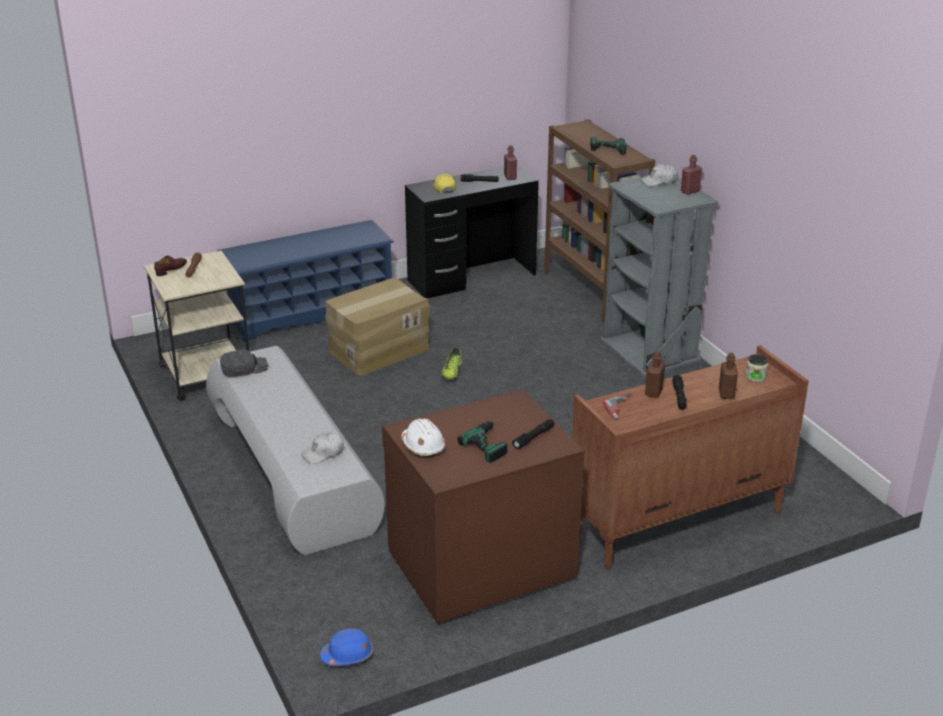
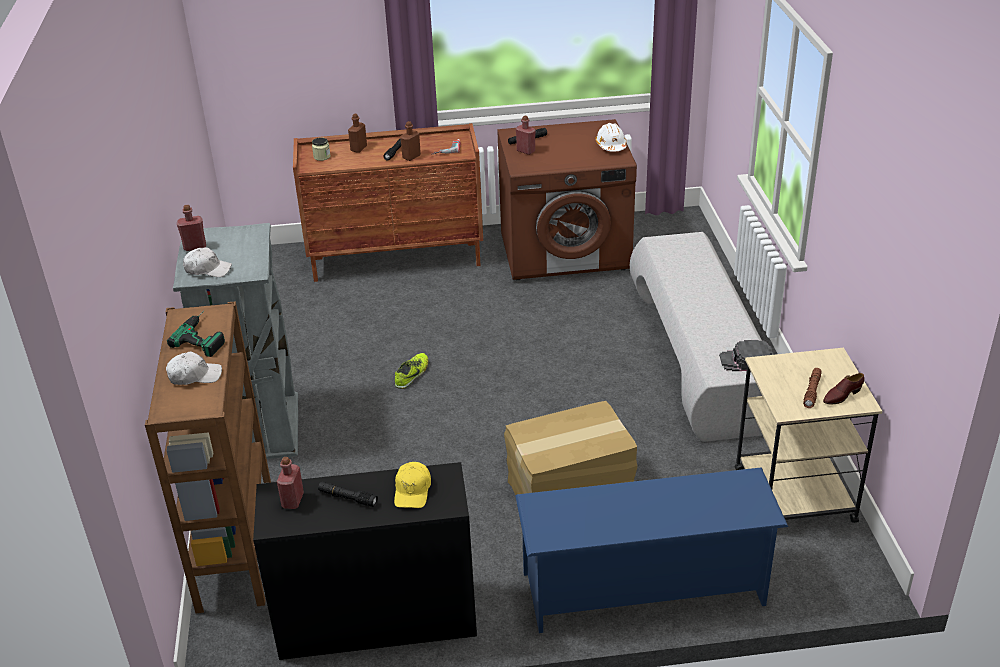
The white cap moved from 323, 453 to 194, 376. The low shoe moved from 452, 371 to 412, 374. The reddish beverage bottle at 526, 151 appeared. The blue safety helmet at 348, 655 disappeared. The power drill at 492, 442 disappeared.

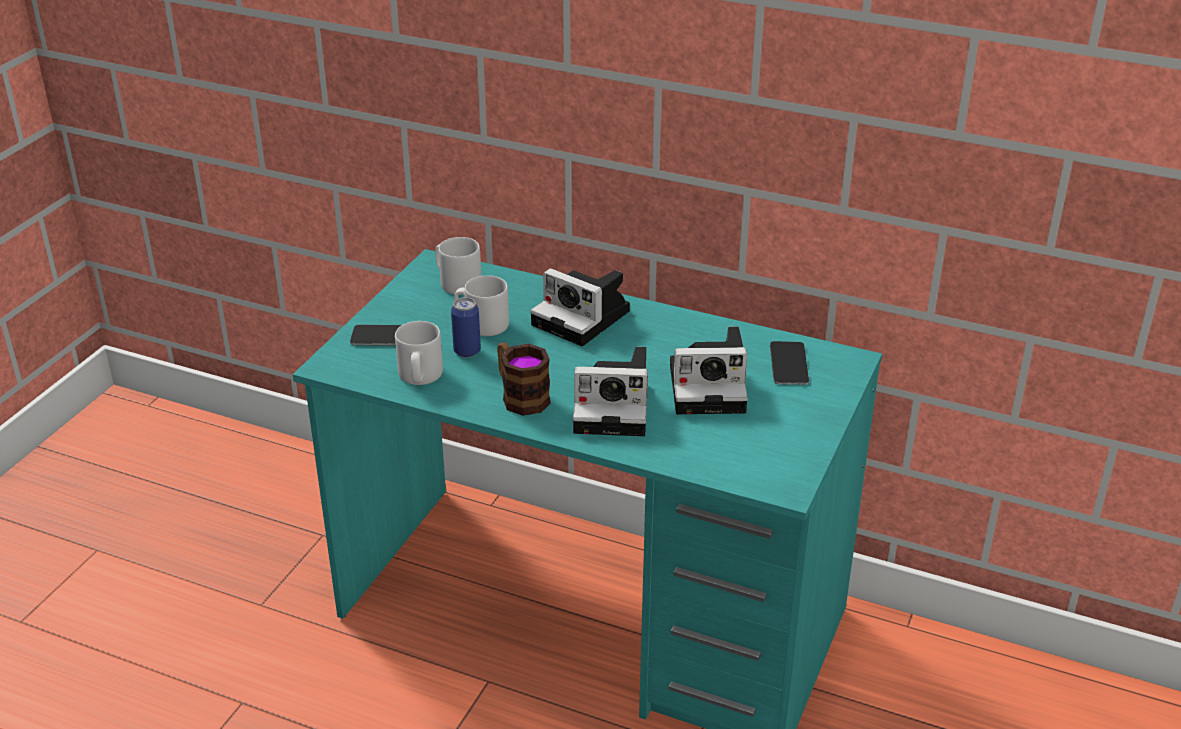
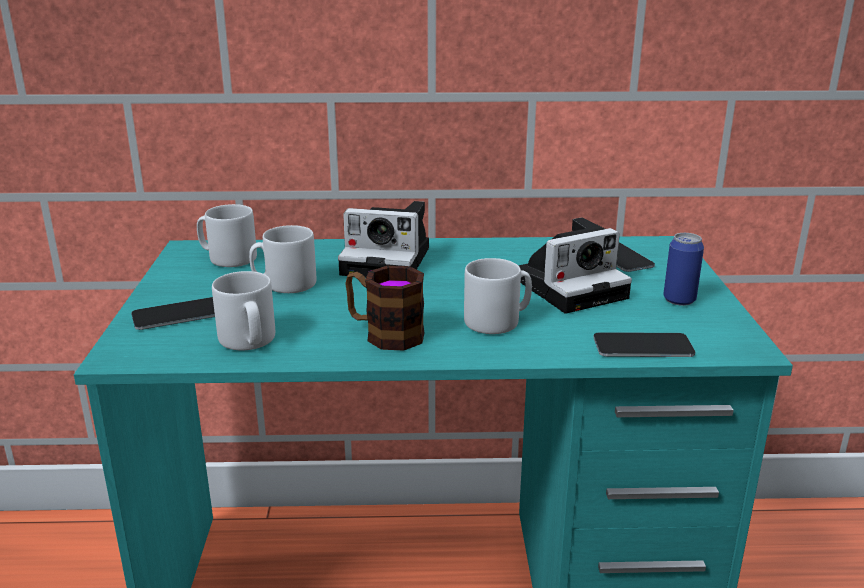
The still camera at 615, 407 was replaced by the gray mug at 498, 321. The telephone at 643, 346 appeared. The metal can moved from 467, 351 to 679, 300.

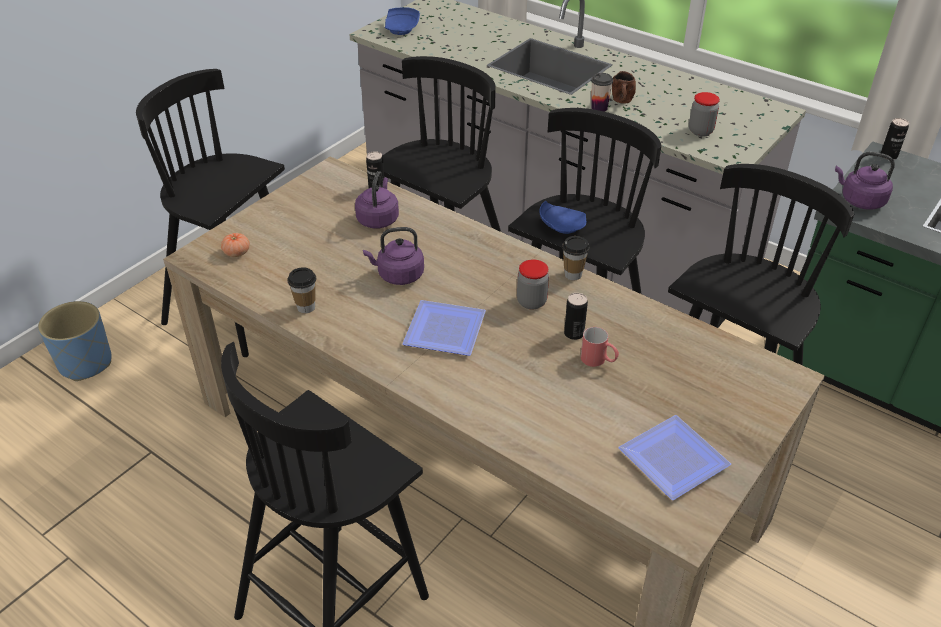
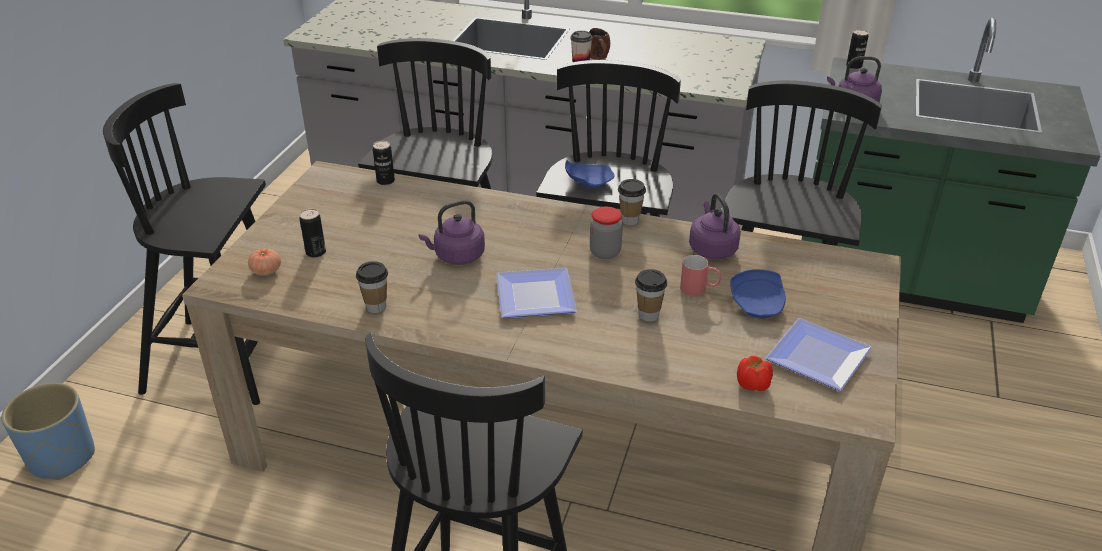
The metal can moved from 574, 333 to 316, 252. The drinking cup at 648, 315 appeared. The purplish tea kettle moved from 378, 219 to 712, 248. The blue flat dish moved from 402, 29 to 758, 304. The whole tomato at 753, 385 appeared. The jar at 700, 131 disappeared.

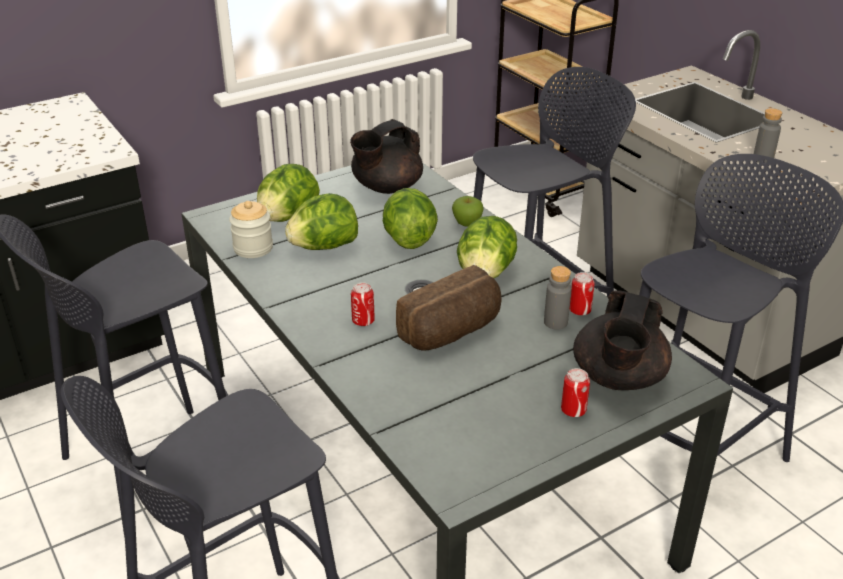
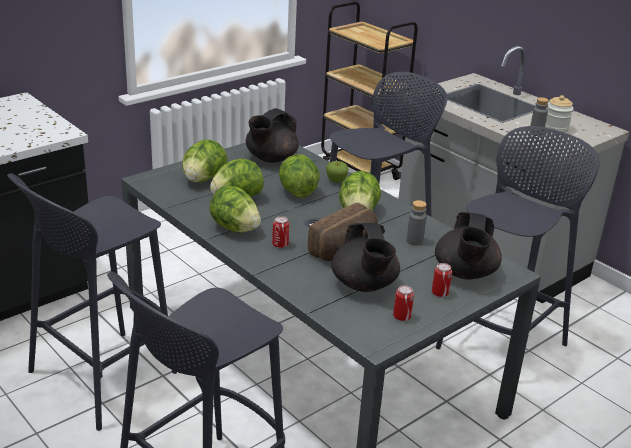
The head of lettuce at 235, 228 appeared. The black tea pot at 364, 285 appeared. The metal can moved from 580, 310 to 401, 316. The jar moved from 253, 248 to 555, 128.

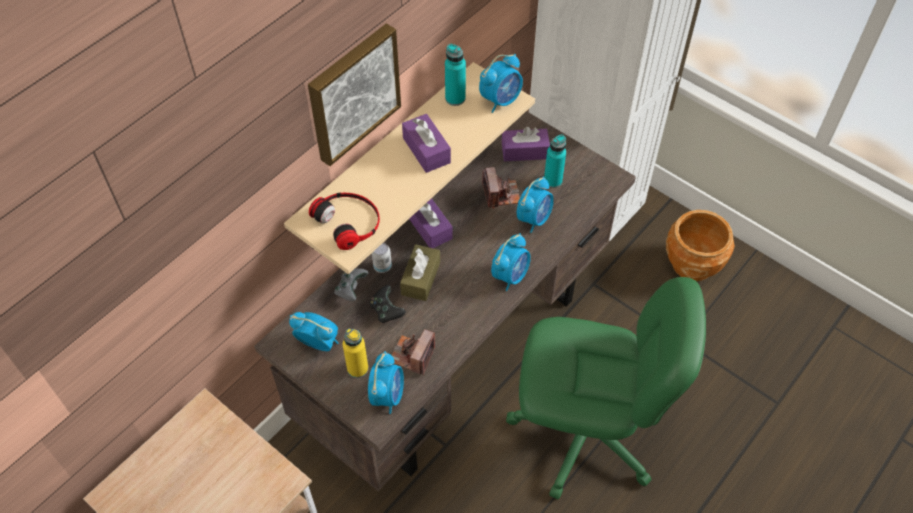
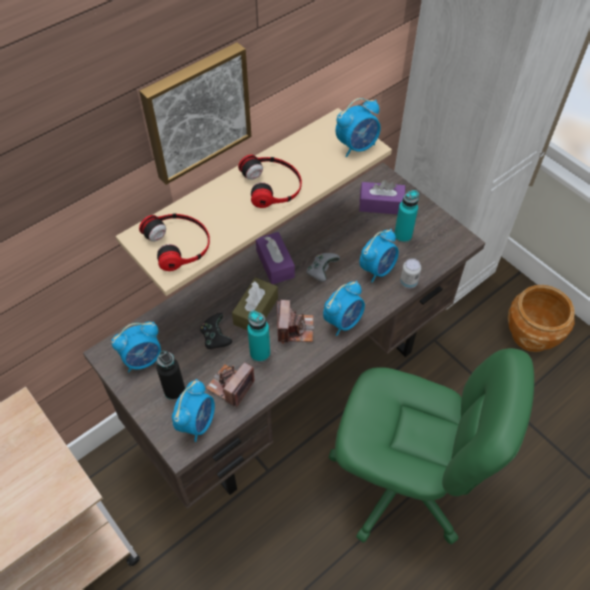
The alarm clock at 318, 343 turned 120 degrees clockwise. The yellowish beverage bottle at 357, 368 became the black beverage bottle at 174, 390. The purplish tissue box at 426, 150 was replaced by the headset at 272, 185. The turquoise beverage bottle moved from 455, 98 to 260, 353. The still camera moved from 501, 194 to 294, 328. The gray game controller moved from 351, 289 to 321, 271. The metal can moved from 382, 266 to 408, 282.

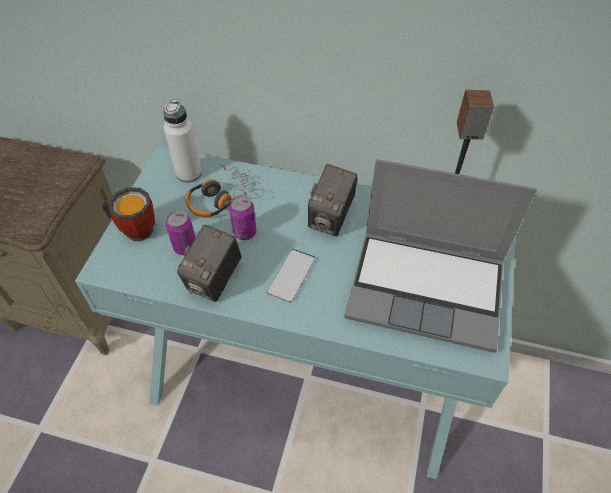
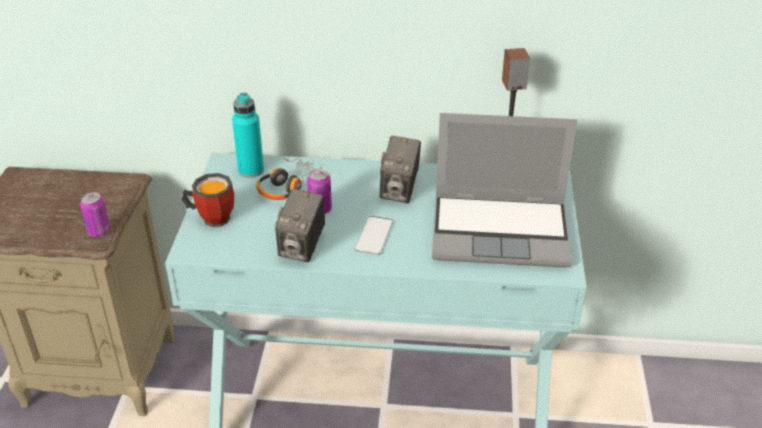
The metal can moved from 185, 247 to 99, 231. The white beverage bottle at 189, 173 became the turquoise beverage bottle at 251, 170.

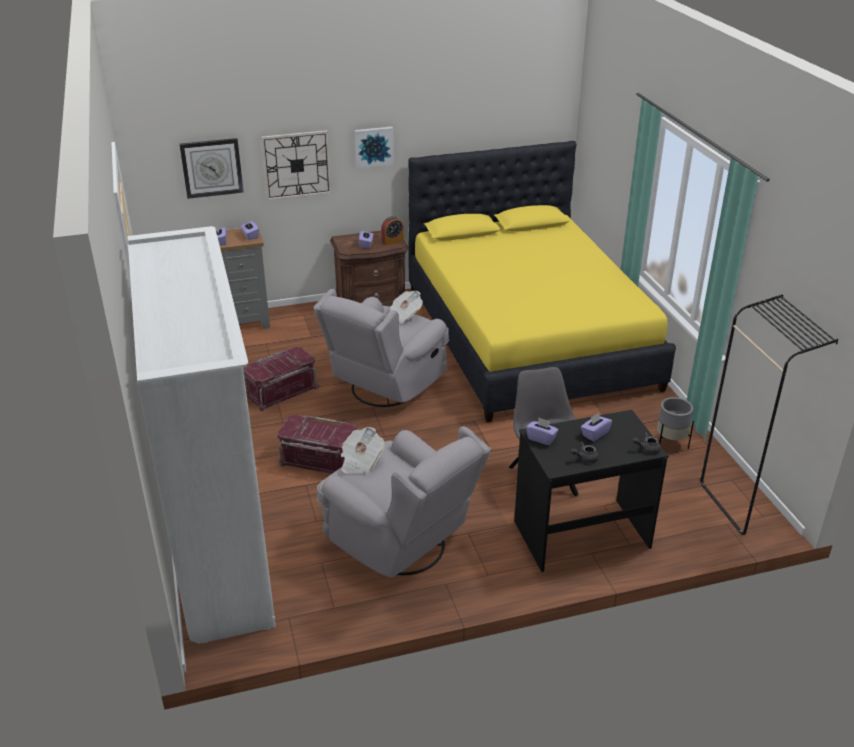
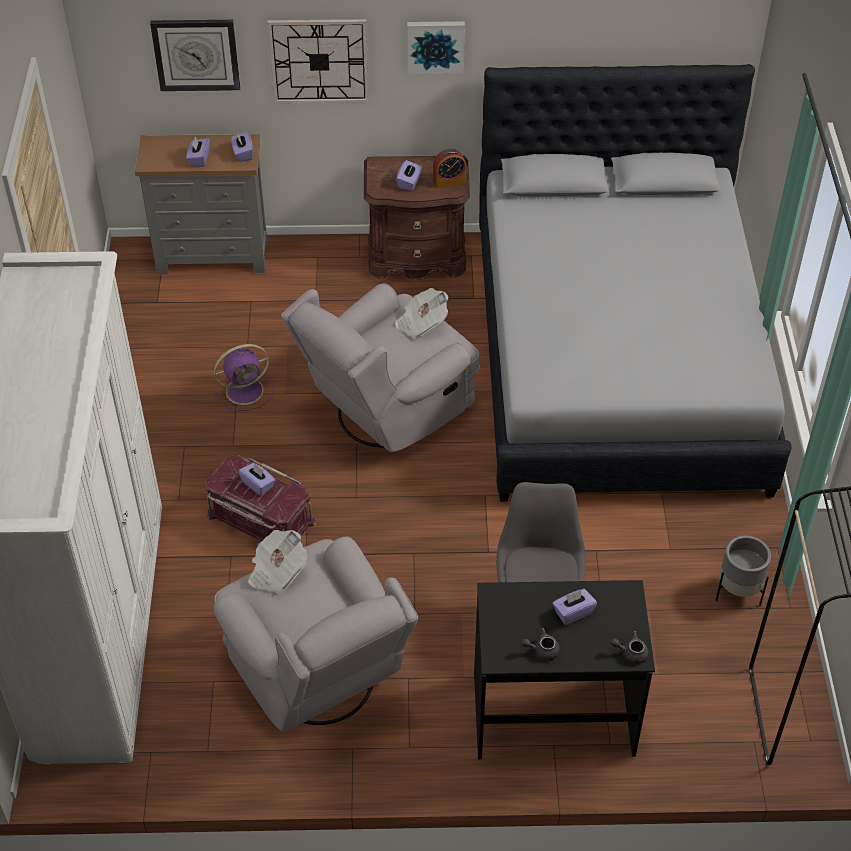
The reddish storage container at 281, 390 was replaced by the purplish cooling fan at 246, 390. The purplish tissue box moved from 541, 438 to 258, 485. The yellowish bedroom bed at 528, 336 became the gray bedroom bed at 617, 357.

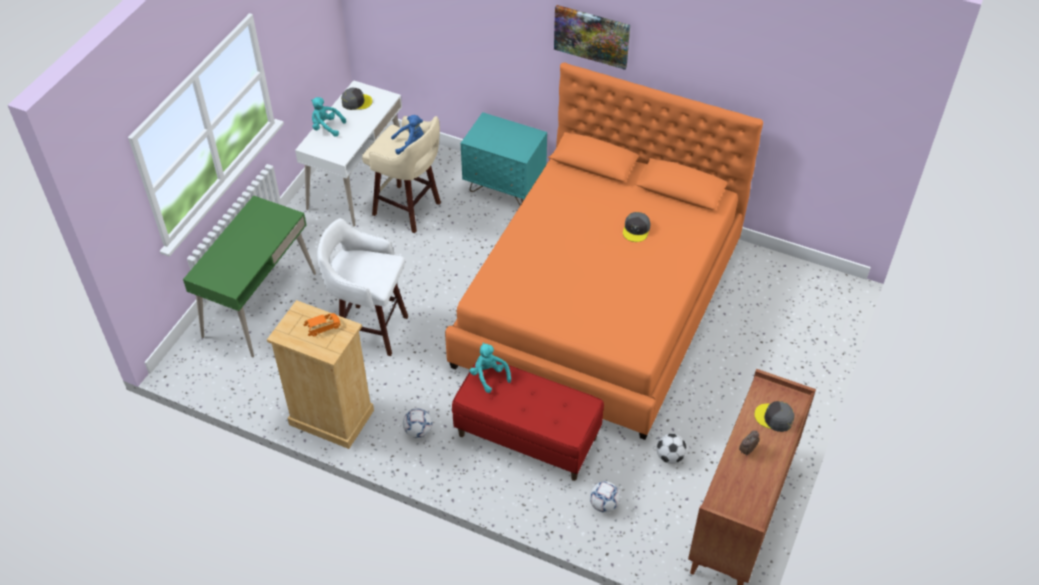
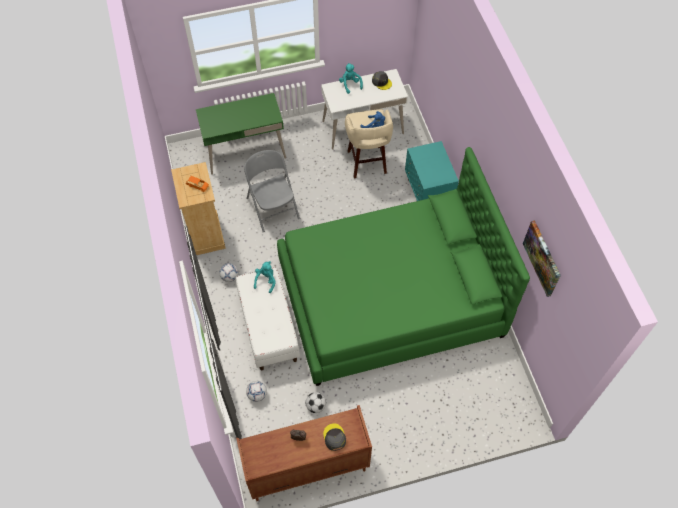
The reddish long seat at 528, 436 became the white long seat at 269, 328. The white stool at 370, 329 was replaced by the gray upright chair at 273, 208. The orange-coloured bedroom bed at 599, 303 became the green-coloured bedroom bed at 390, 298. The wall picture moved from 592, 36 to 542, 258. The gray cap at 636, 229 disappeared.

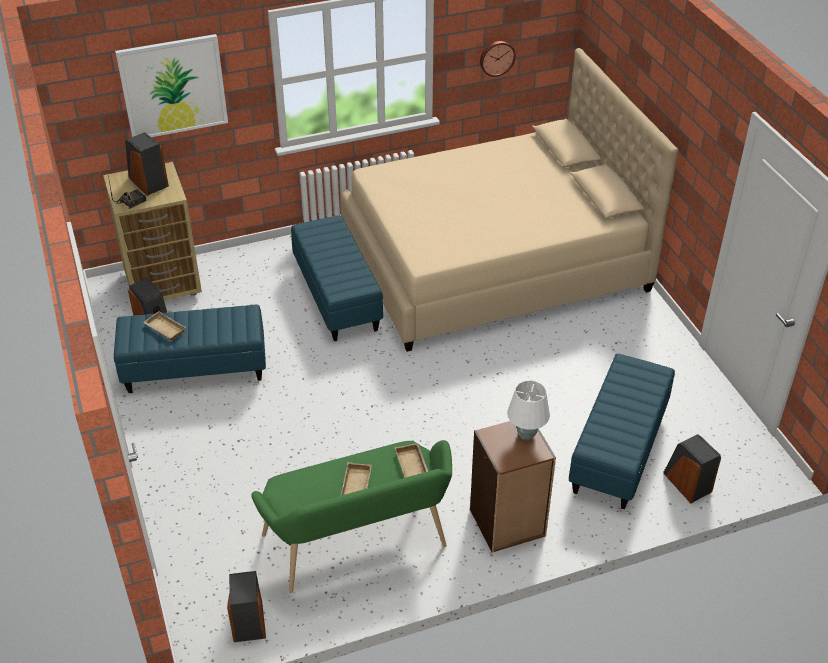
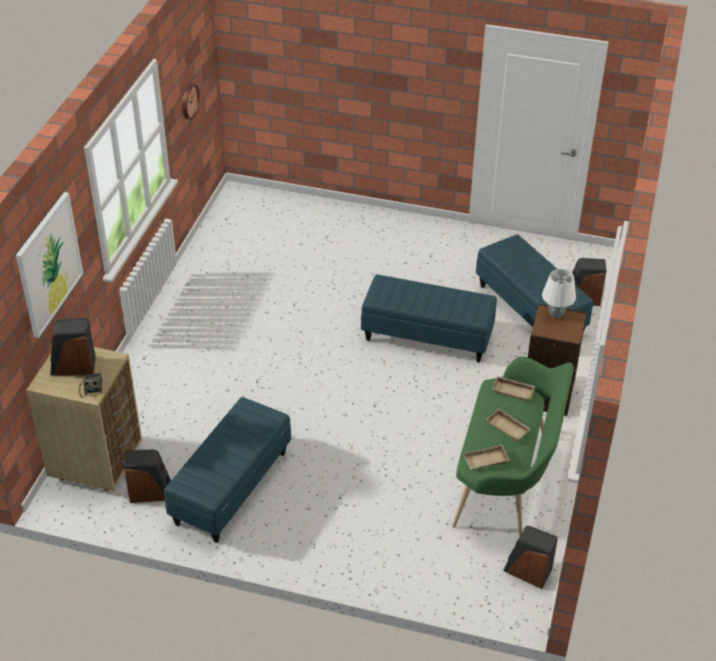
The blue ottoman moved from 338, 298 to 427, 337. The beige-coloured tray moved from 164, 329 to 485, 461. The beige-coloured bedroom bed at 494, 262 disappeared.

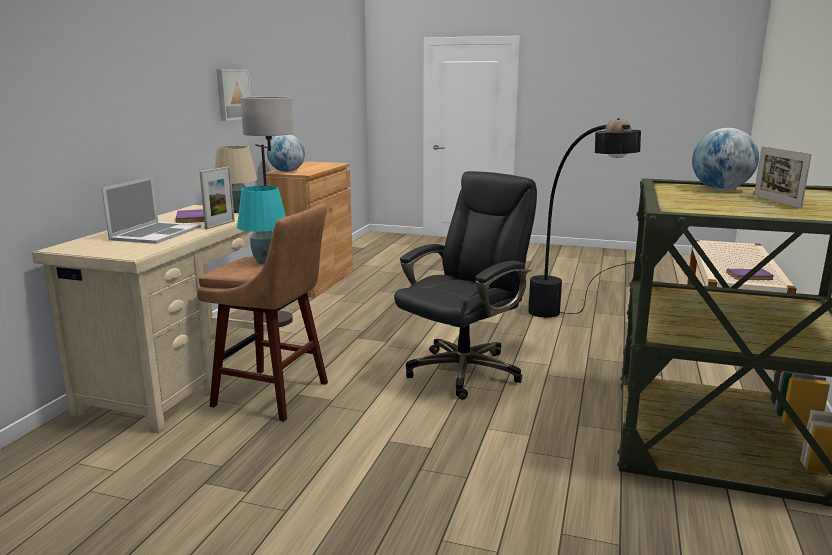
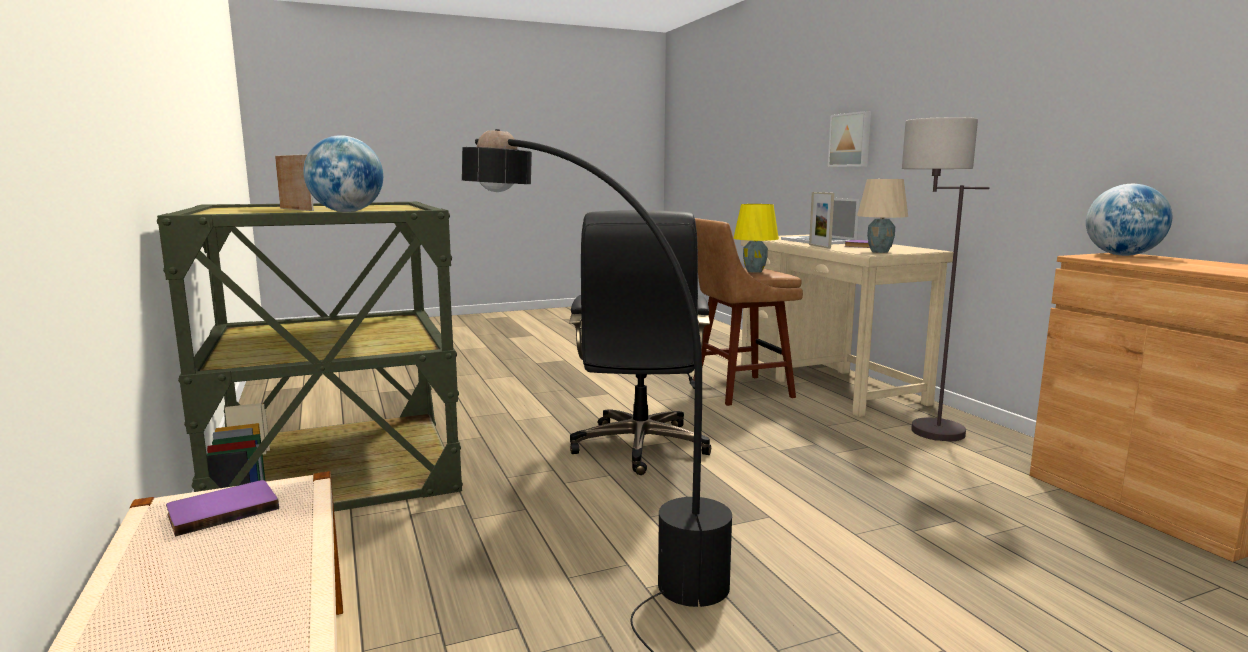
The turquoise table lamp at 264, 261 became the yellowish table lamp at 755, 271. The wall picture moved from 232, 94 to 851, 140.

